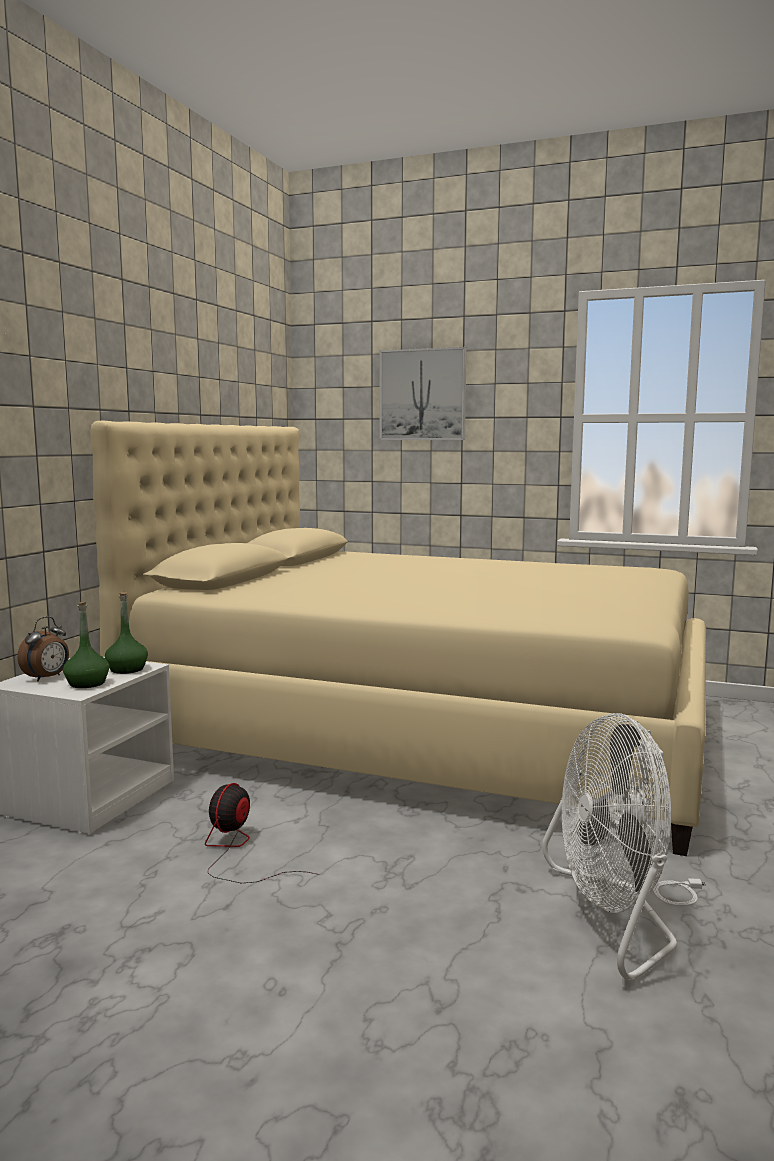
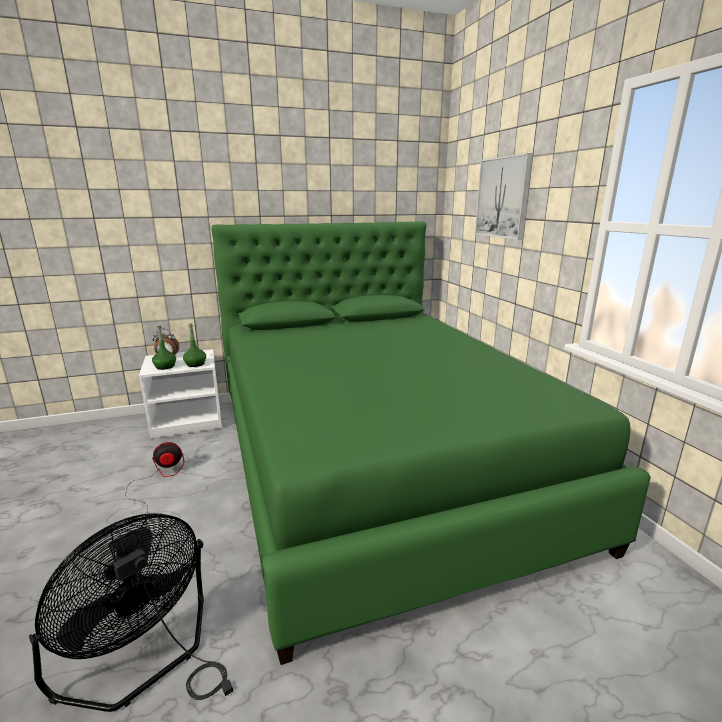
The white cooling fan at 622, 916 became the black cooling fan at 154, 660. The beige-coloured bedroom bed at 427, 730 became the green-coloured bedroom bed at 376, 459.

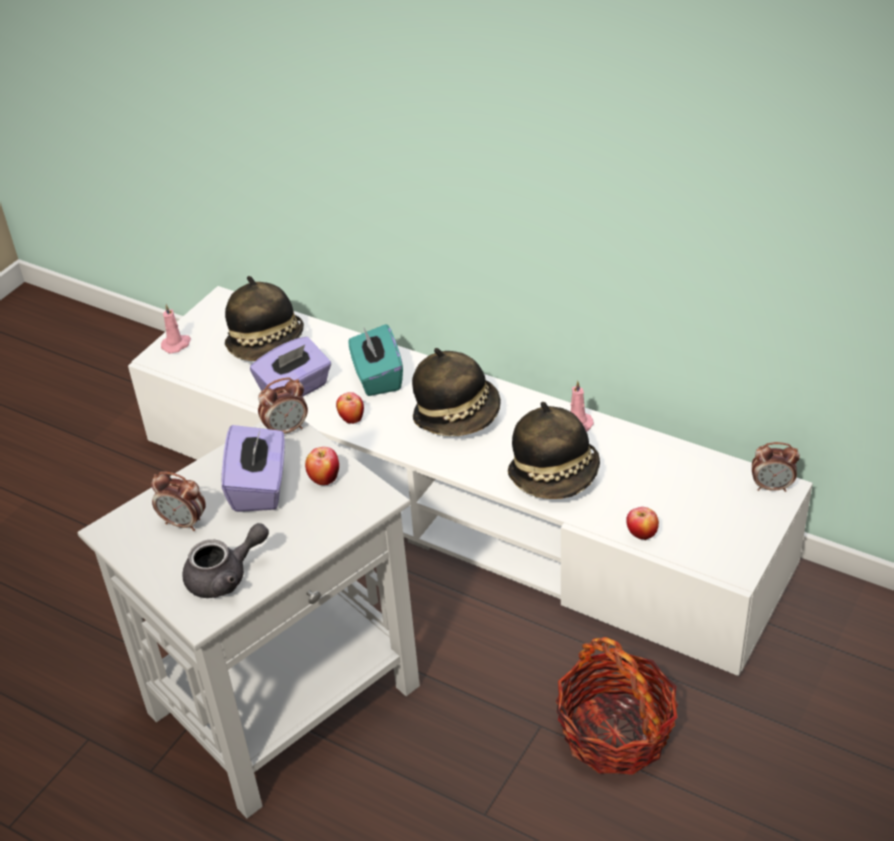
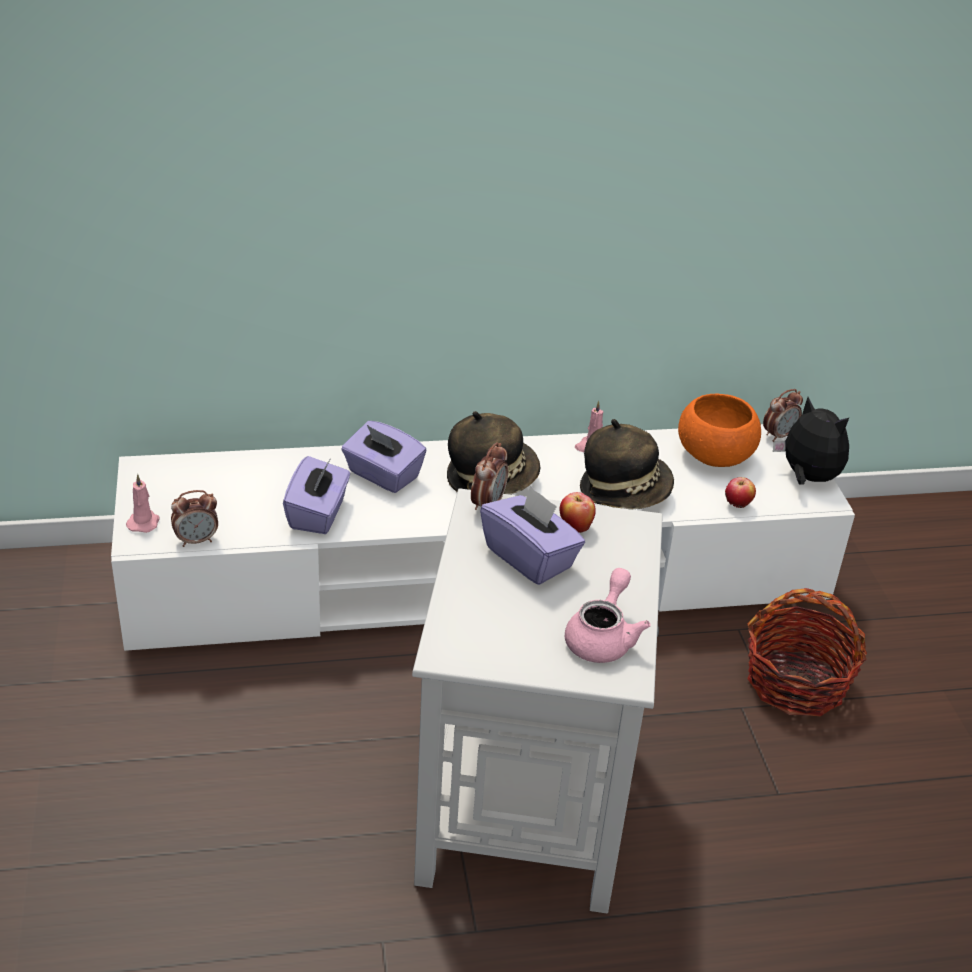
The alarm clock moved from 184, 523 to 196, 540. The turquoise tissue box at 377, 377 became the purplish tissue box at 383, 475. The gray tea pot at 225, 576 became the pink-coloured tea pot at 603, 637. The orange-coloured bowl at 714, 456 appeared. The soft toy at 807, 478 appeared. The wearable hat at 267, 345 disappeared. The whole apple at 351, 419 disappeared.

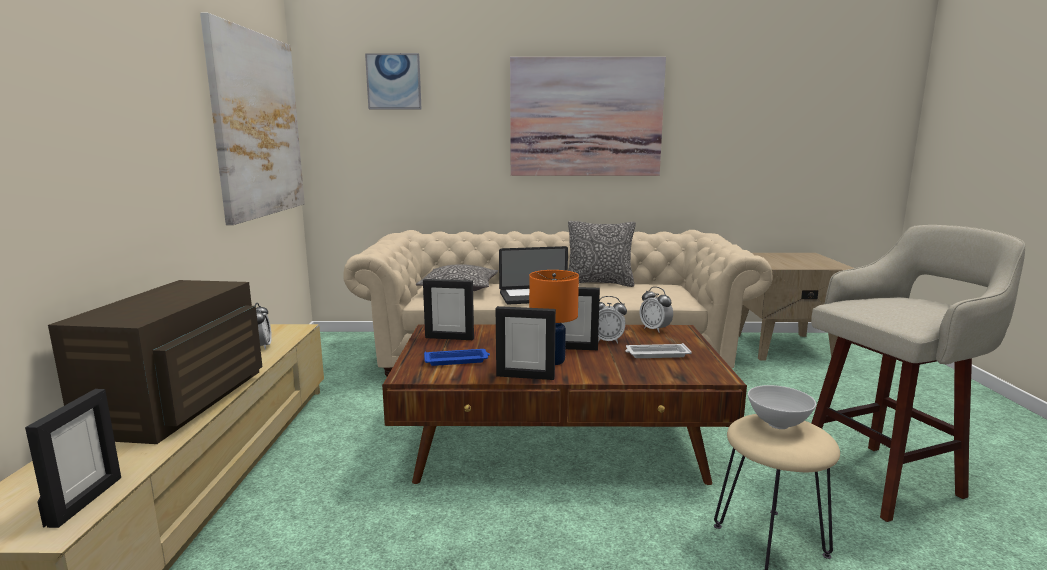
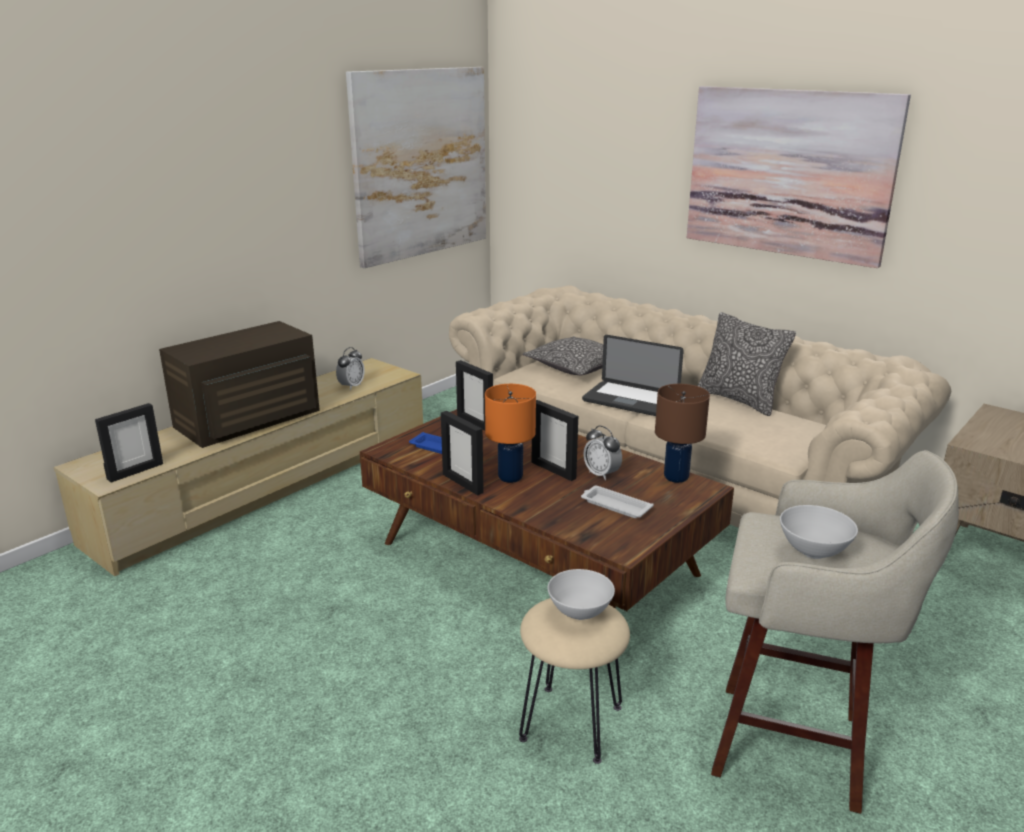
The alarm clock at 655, 329 was replaced by the brown-coloured table lamp at 677, 478. The white bowl at 813, 553 appeared. The wall picture at 394, 81 disappeared.

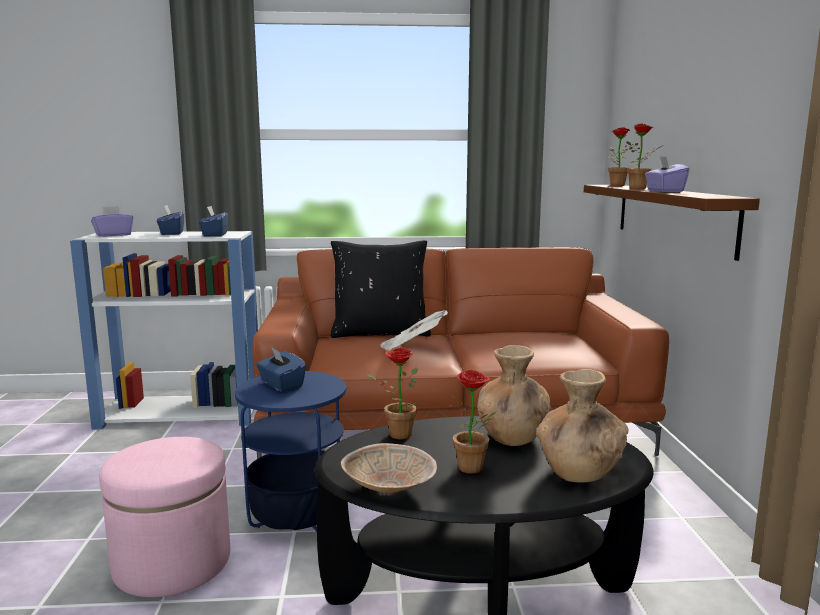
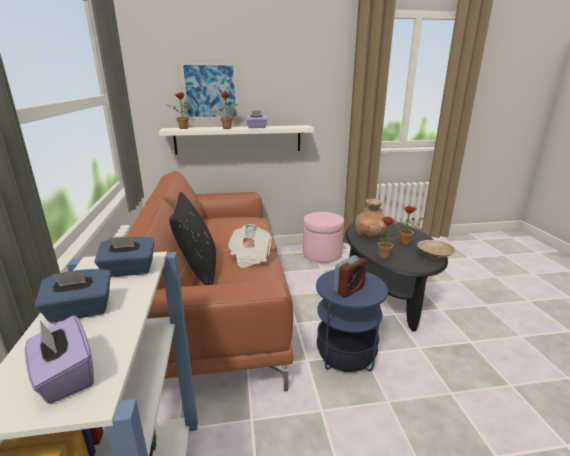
The brown-coloured bracket shelf at 671, 216 became the white bracket shelf at 238, 139. The wall picture at 210, 91 appeared. The pink-coloured ottoman moved from 172, 562 to 322, 254. The blue tissue box at 281, 385 was replaced by the alarm clock at 349, 289. The brown-coloured vase at 579, 472 disappeared.

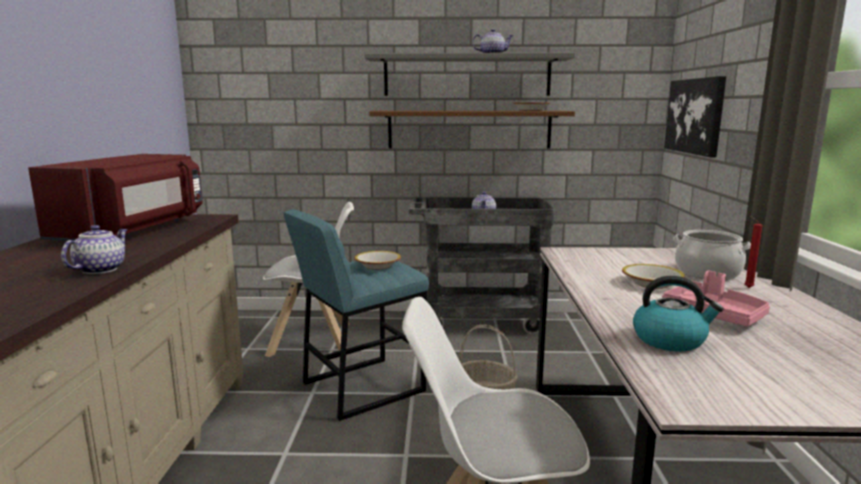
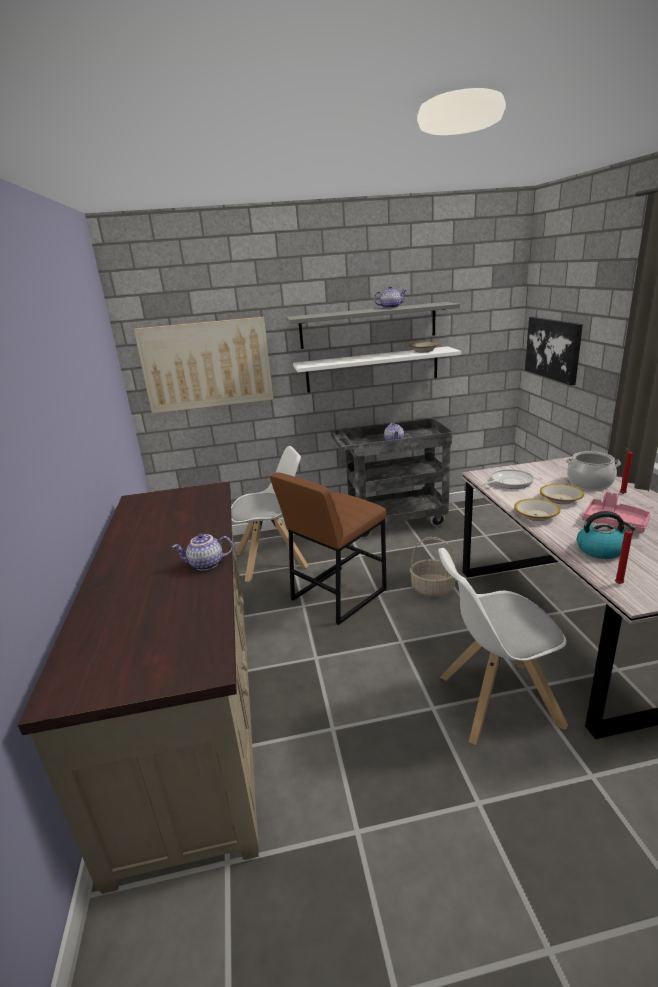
The wall picture at 207, 365 appeared. The tea pot at 100, 269 turned 105 degrees counterclockwise. The blue stool at 360, 388 became the brown-coloured stool at 337, 595. The brown-coloured bracket shelf at 469, 129 became the white bracket shelf at 372, 369. The skillet at 509, 482 appeared. The bowl moved from 377, 266 to 535, 515. The reddish wax candle at 617, 584 appeared. The reddish microwave at 134, 230 disappeared.

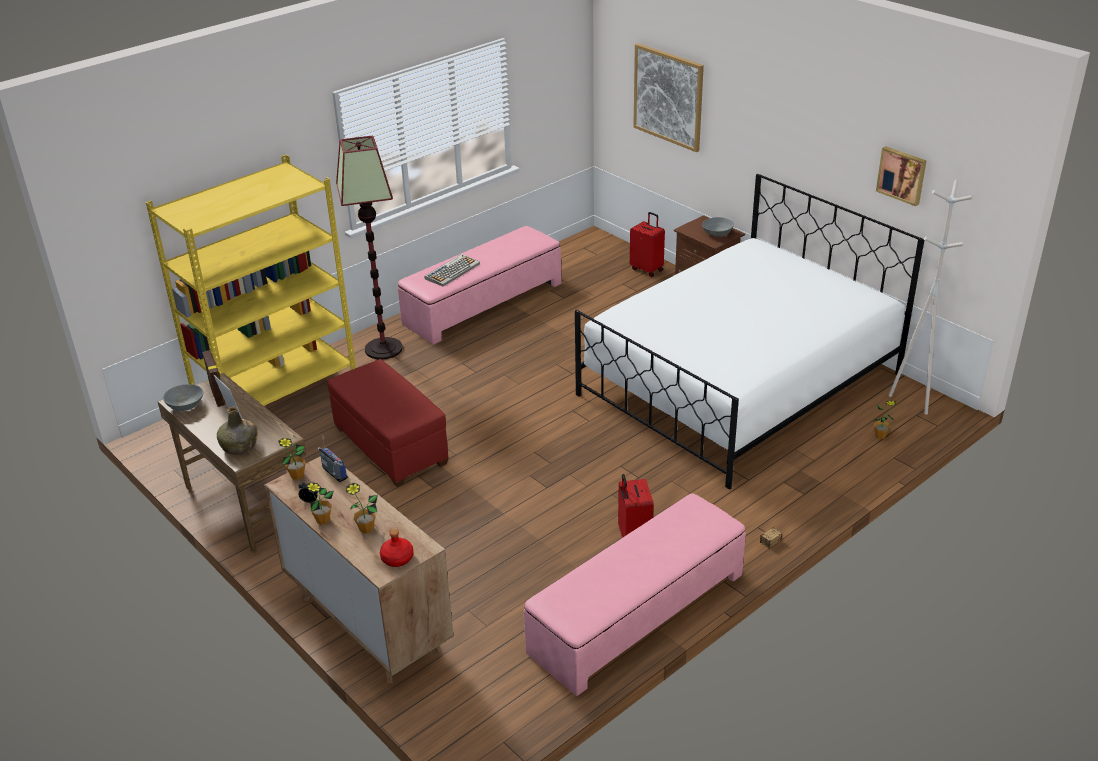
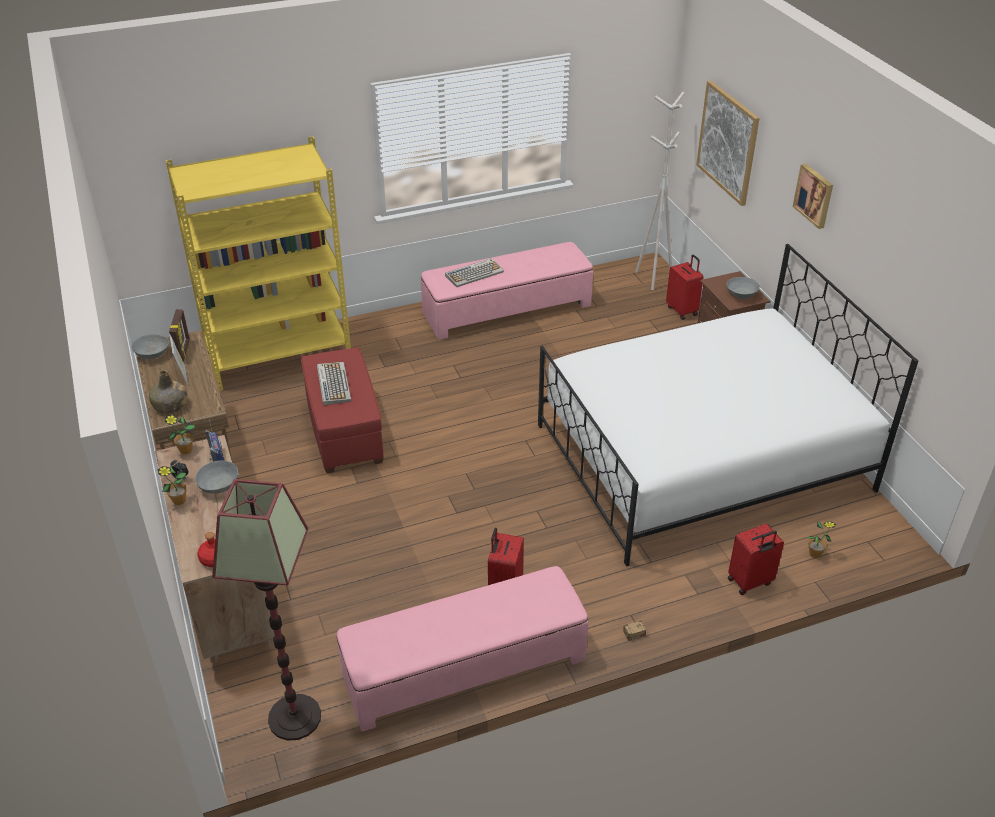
The gray bowl at 219, 485 appeared. The floor lamp moved from 383, 349 to 294, 718. The computer keyboard at 333, 384 appeared. The gray garment rack moved from 915, 400 to 653, 279. The reddish suitcase at 750, 582 appeared. The wall picture moved from 902, 175 to 814, 195. The houseplant at 366, 529 disappeared.

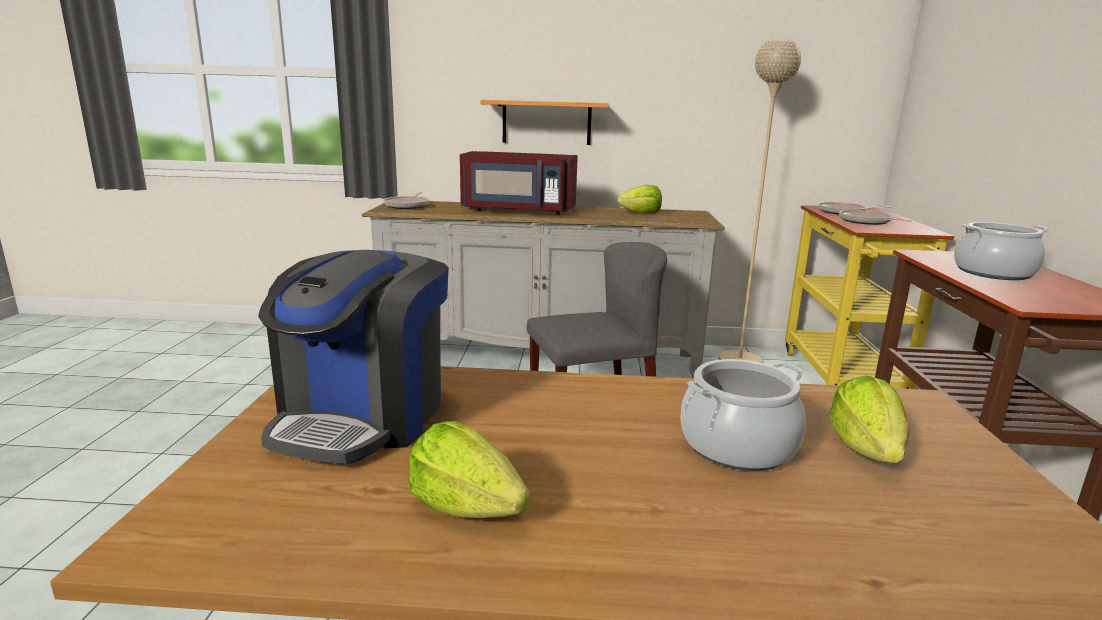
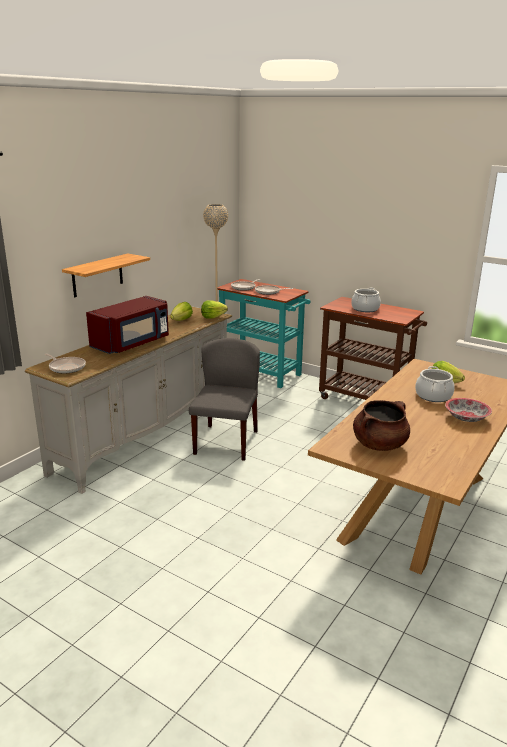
The head of lettuce moved from 466, 507 to 213, 317. The yellowish wheeled cart at 841, 380 became the turquoise wheeled cart at 262, 373. The coffee brewer at 363, 417 was replaced by the brown-coloured cooking pot at 379, 445. The bowl at 466, 418 appeared.

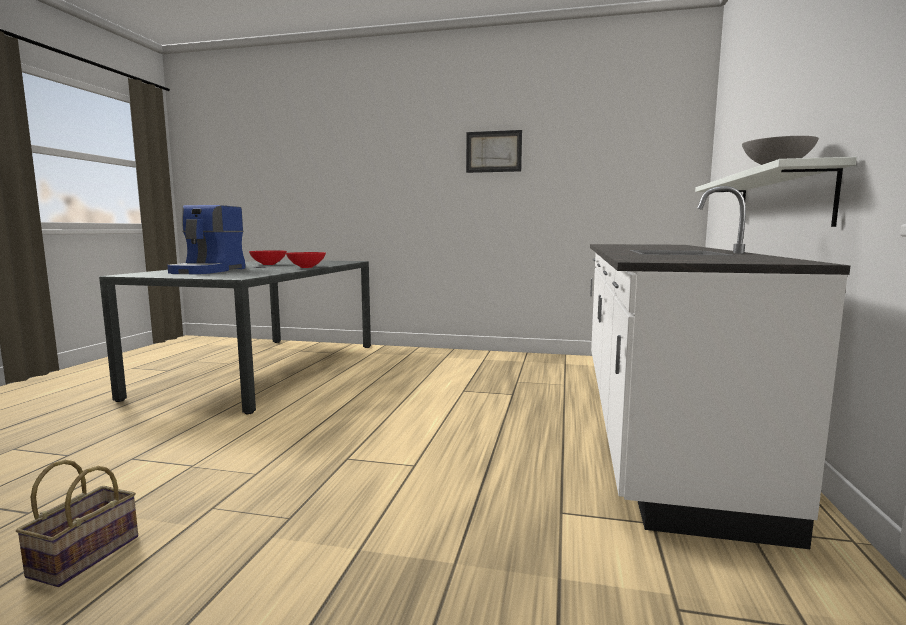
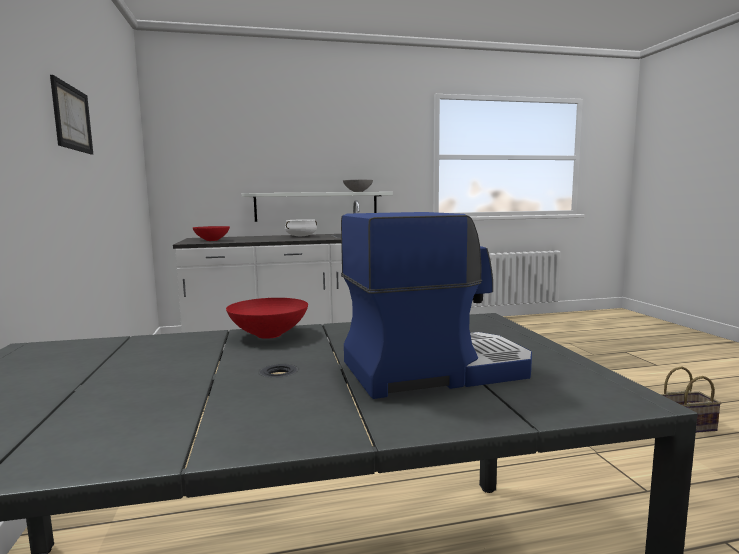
The reddish bowl moved from 269, 264 to 212, 240. The white cooking pot at 301, 236 appeared.

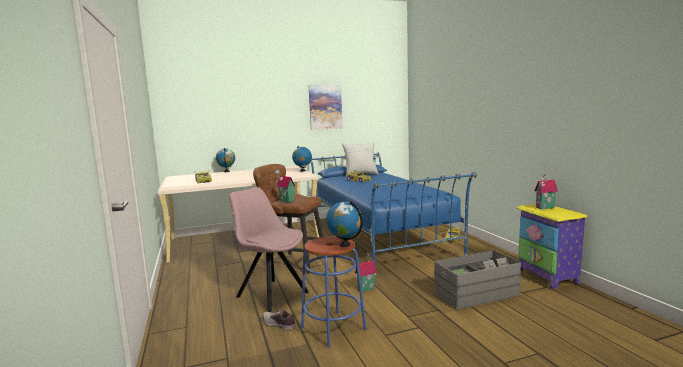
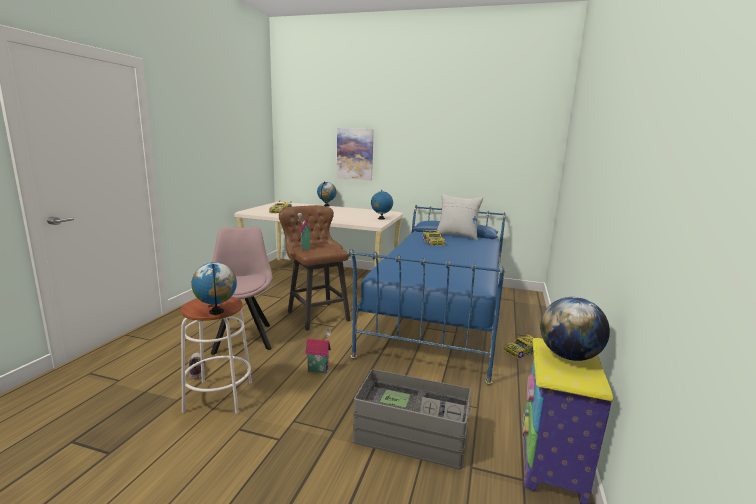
The blue stool at 333, 328 became the white stool at 219, 396. The wall picture moved from 325, 107 to 355, 154. The miniature house at 545, 208 was replaced by the desk globe at 569, 356.

